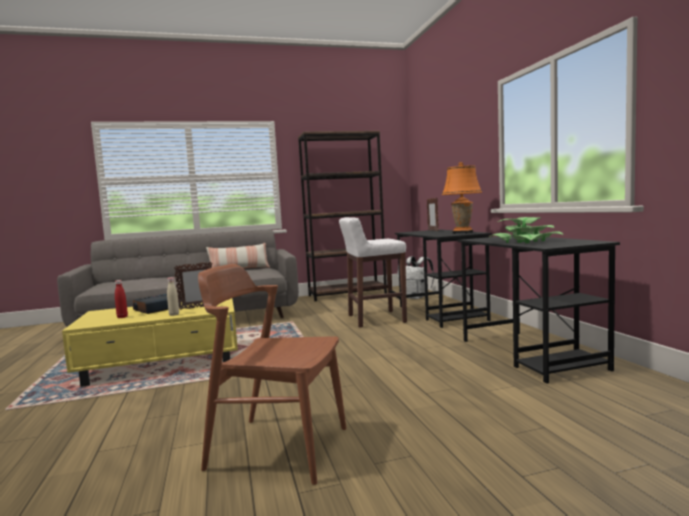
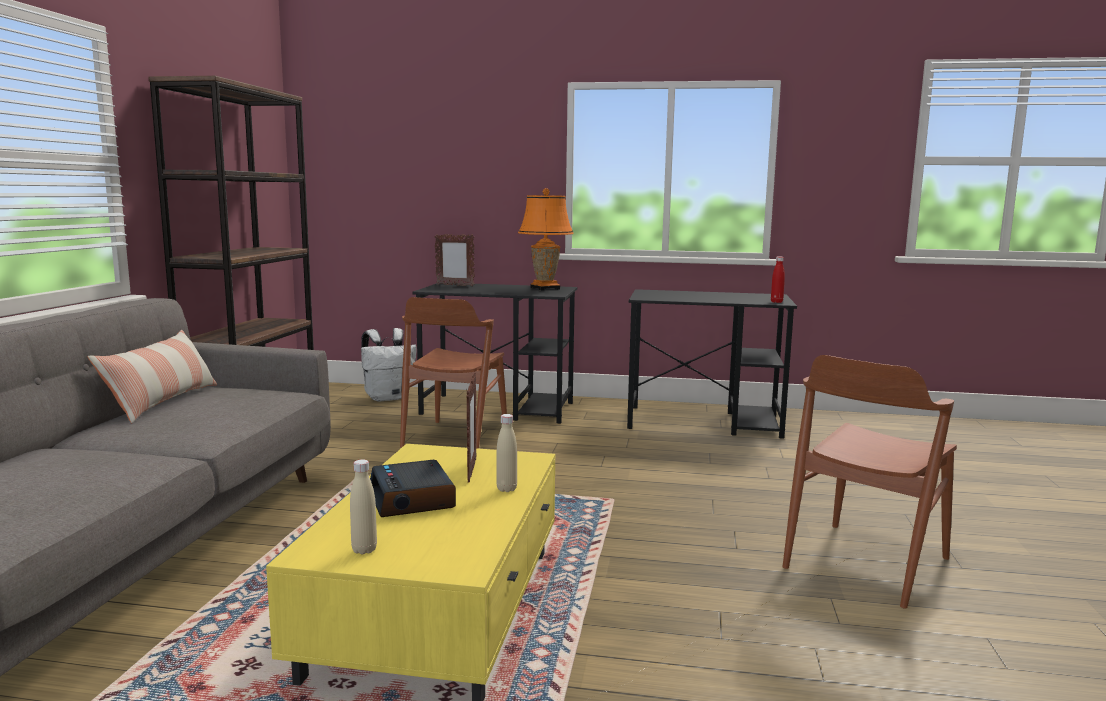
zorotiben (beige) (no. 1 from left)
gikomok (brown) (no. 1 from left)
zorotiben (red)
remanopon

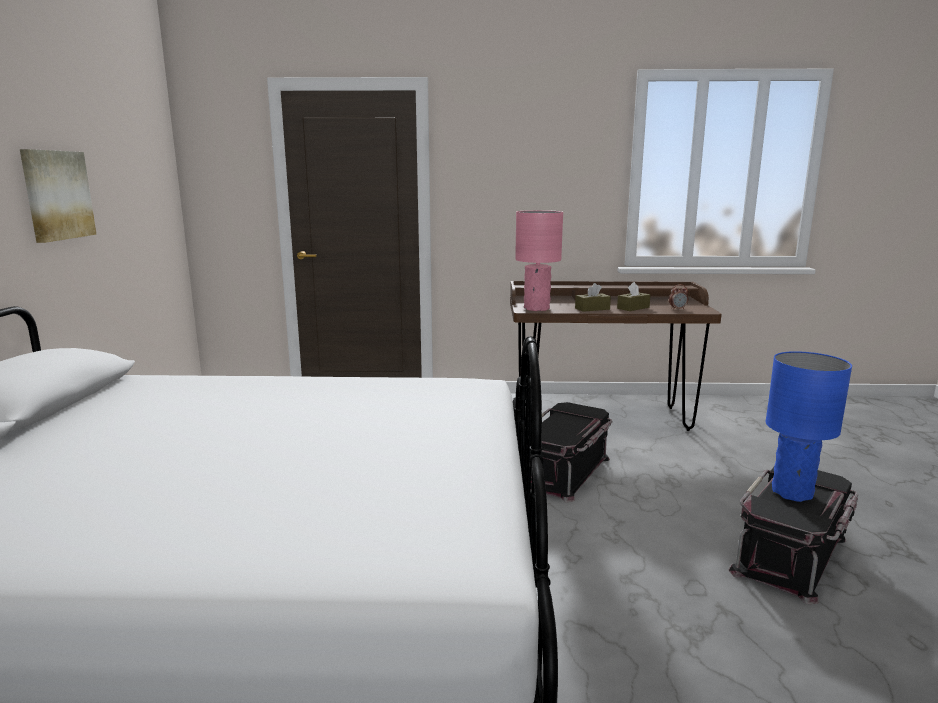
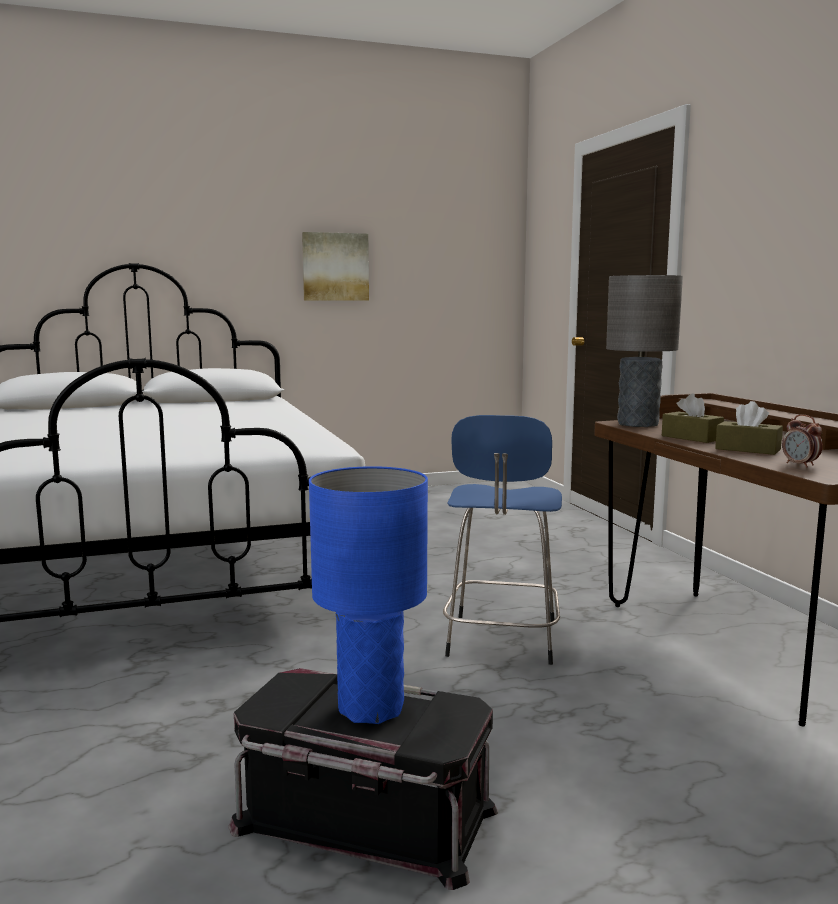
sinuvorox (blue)
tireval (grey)

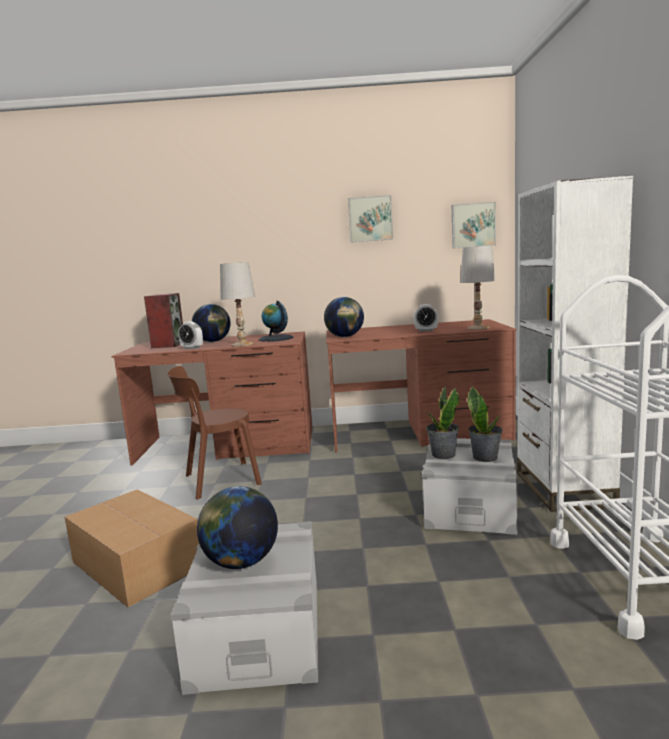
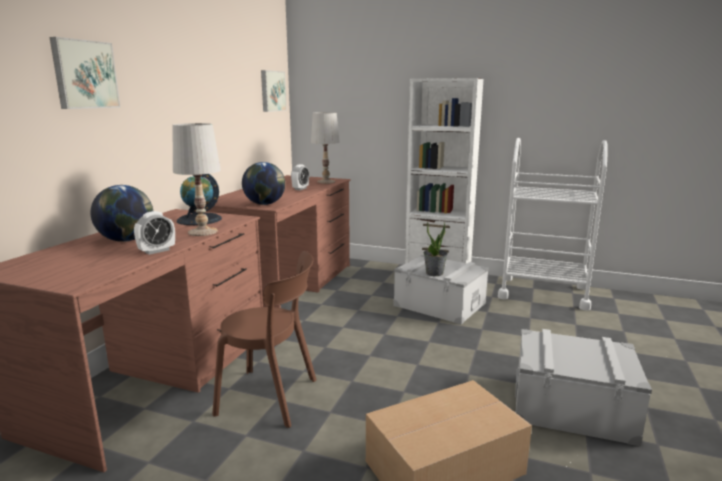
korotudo (no. 1 from left)
gikomok (brown)
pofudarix
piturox (no. 2 from left in the first image)
remanopon (no. 2 from left in the first image)

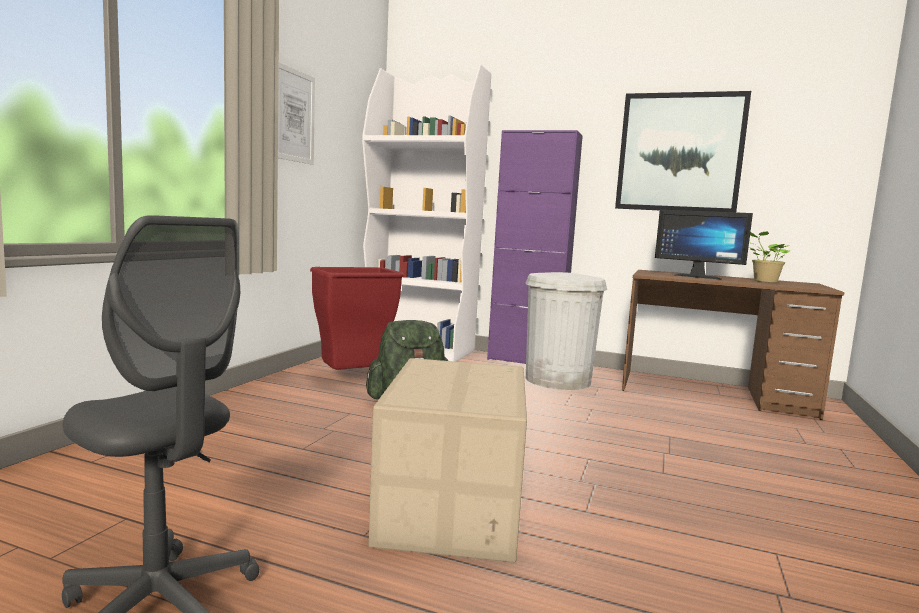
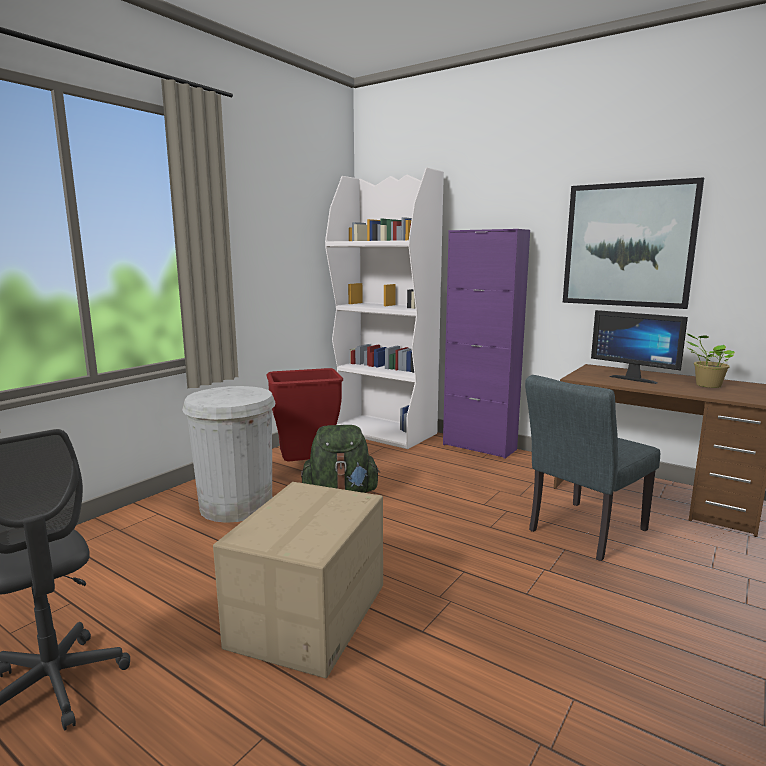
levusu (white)
gikomok (grey)
korotudo (no. 1 from left in the first image)

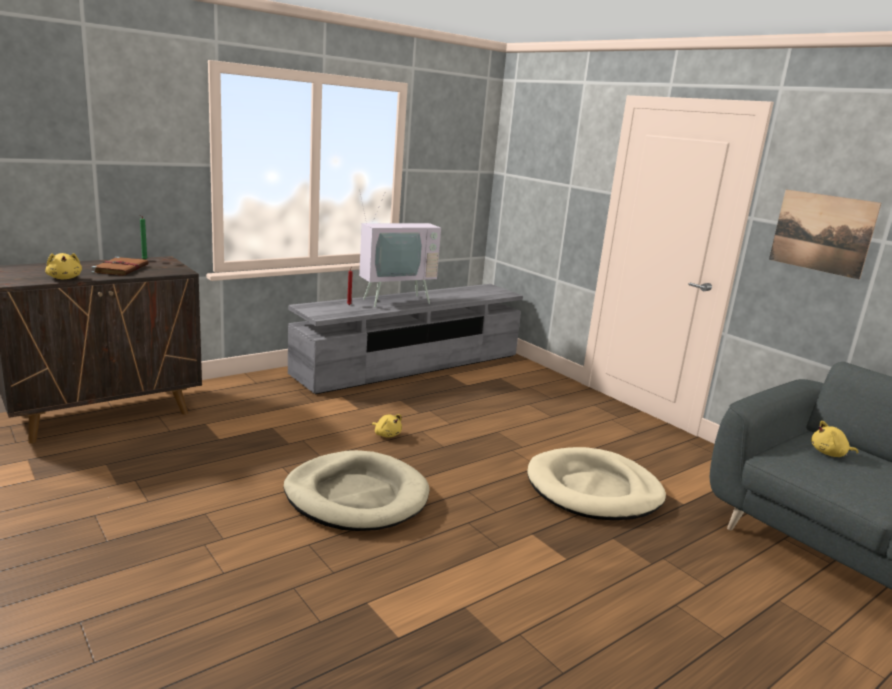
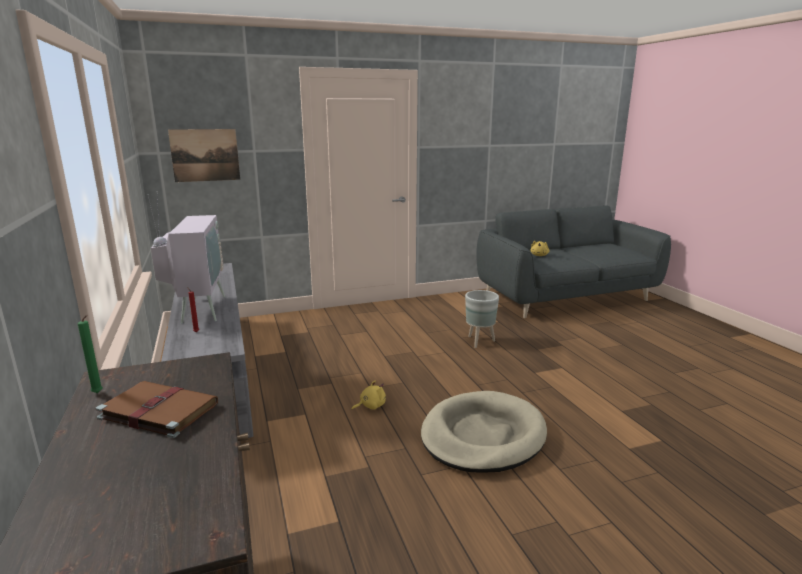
korotudo
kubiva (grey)
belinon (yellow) (no. 1 from left in the first image)

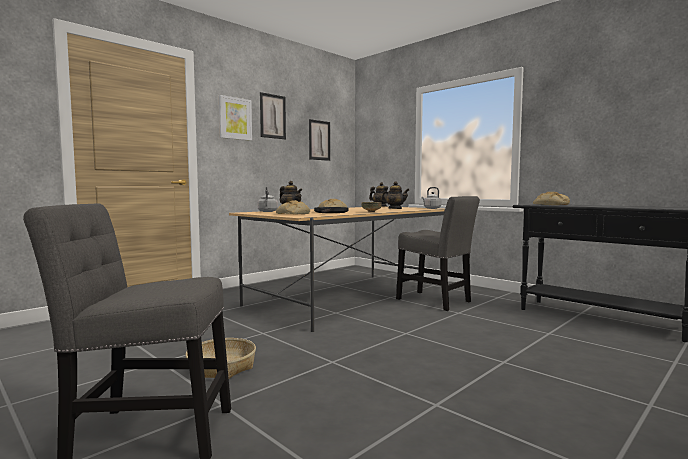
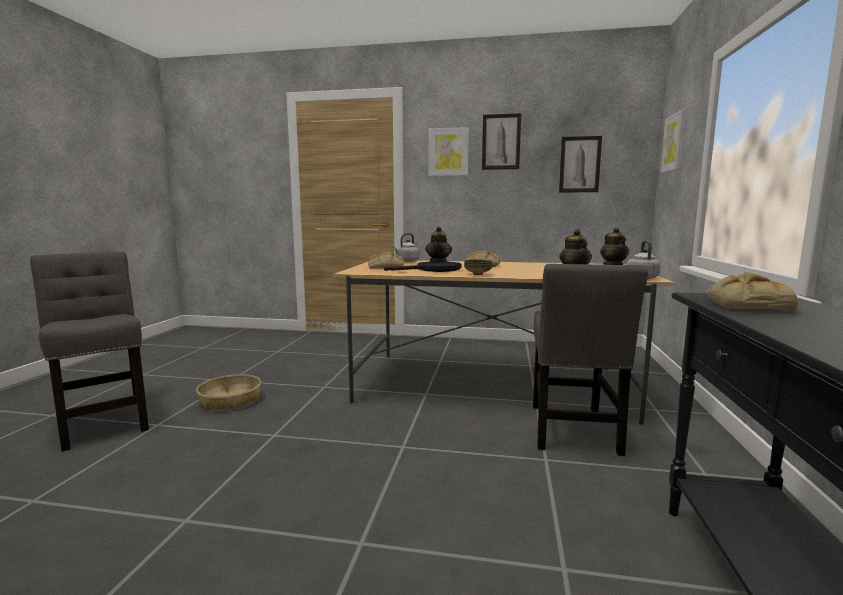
korotudo (no. 4 from left)

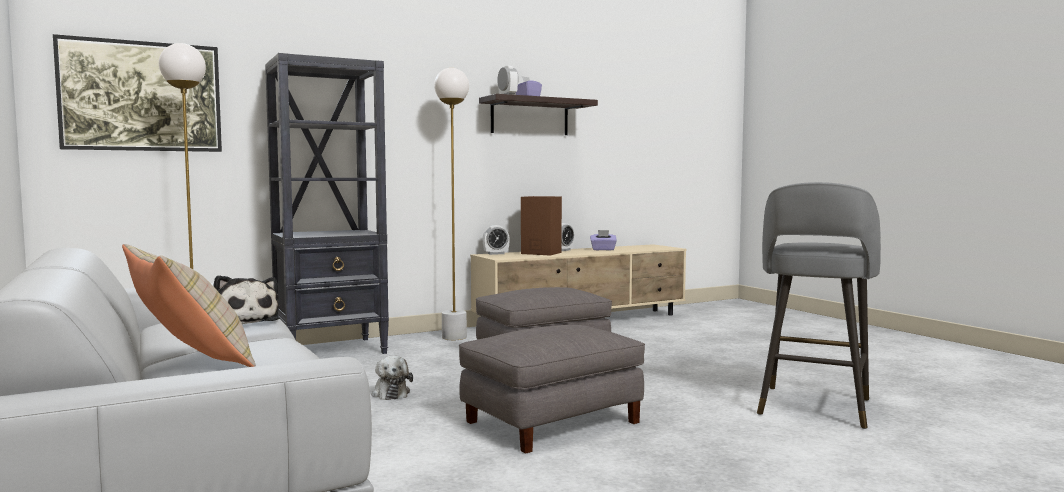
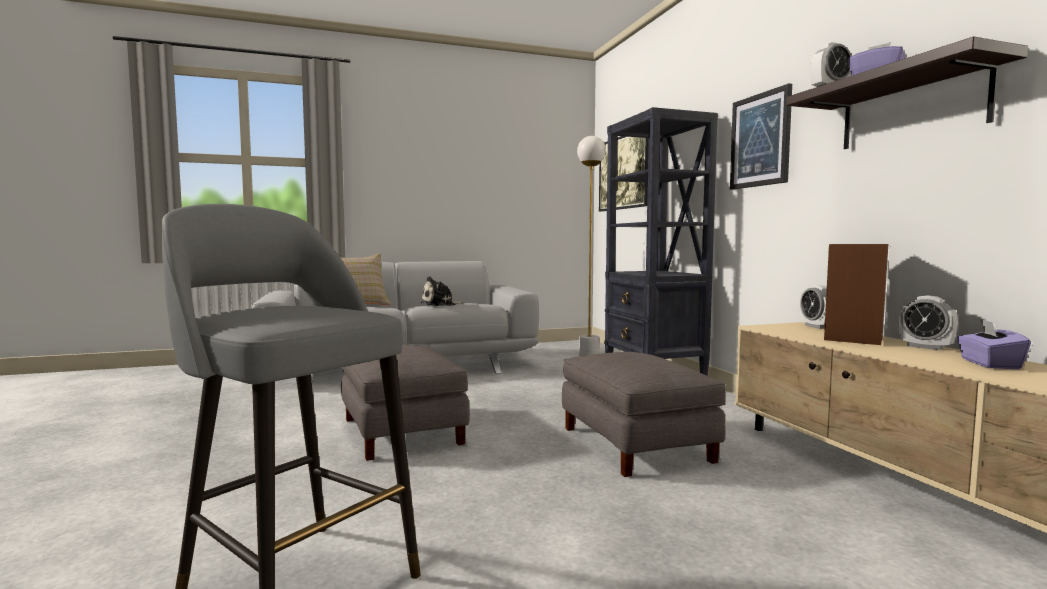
korotudo (no. 2 from left)
belinon (no. 2 from left in the first image)
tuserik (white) (no. 2 from left in the first image)

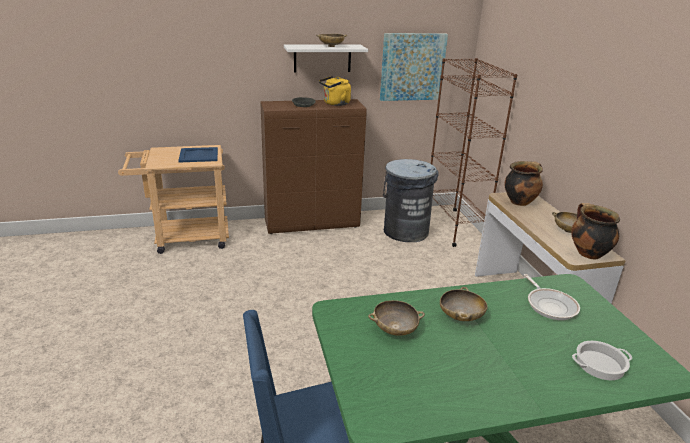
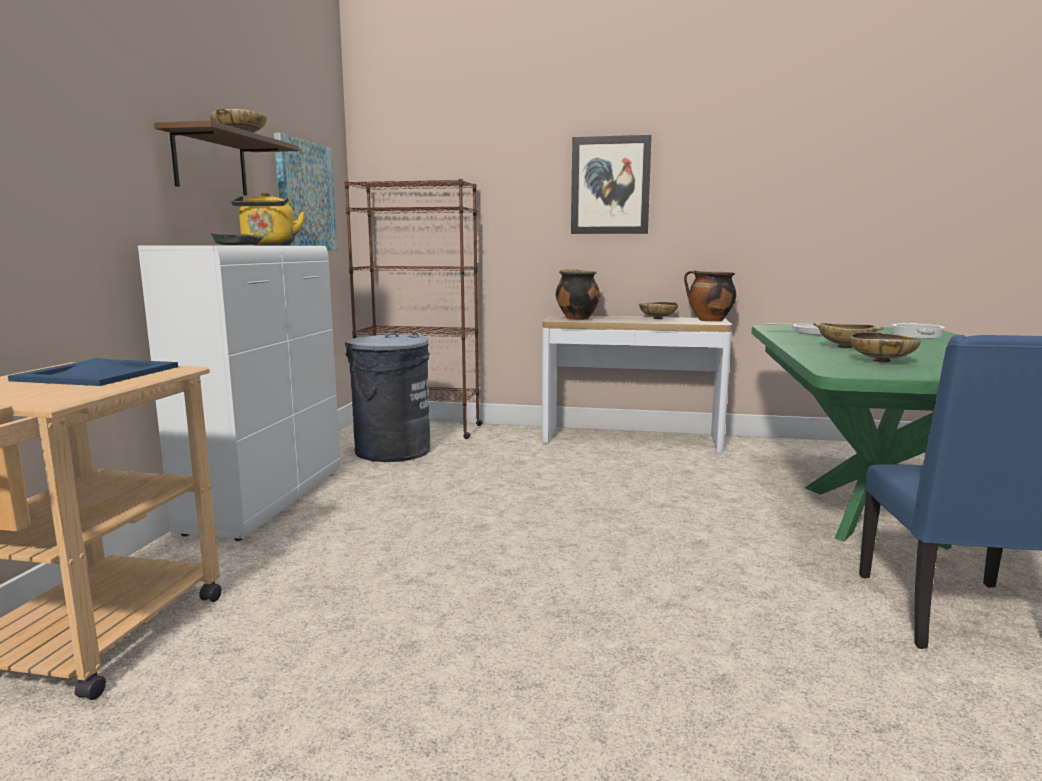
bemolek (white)
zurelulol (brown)
korotudo (no. 2 from left)

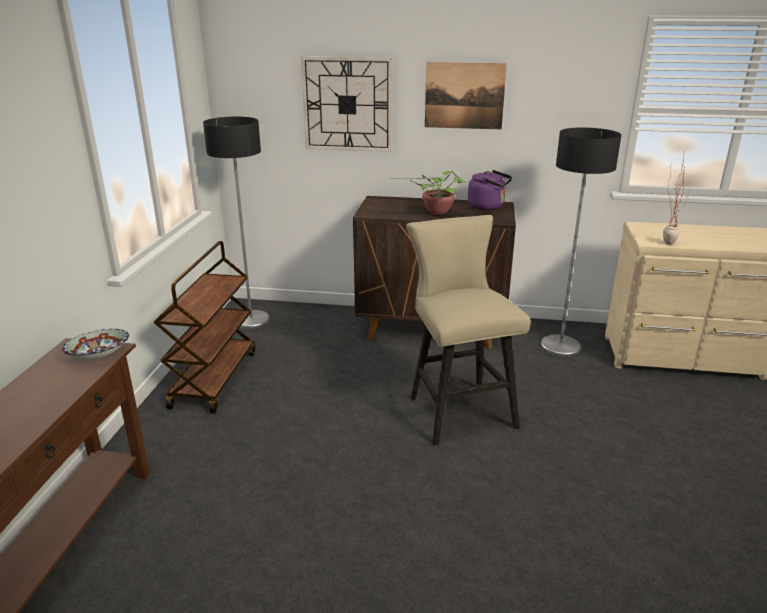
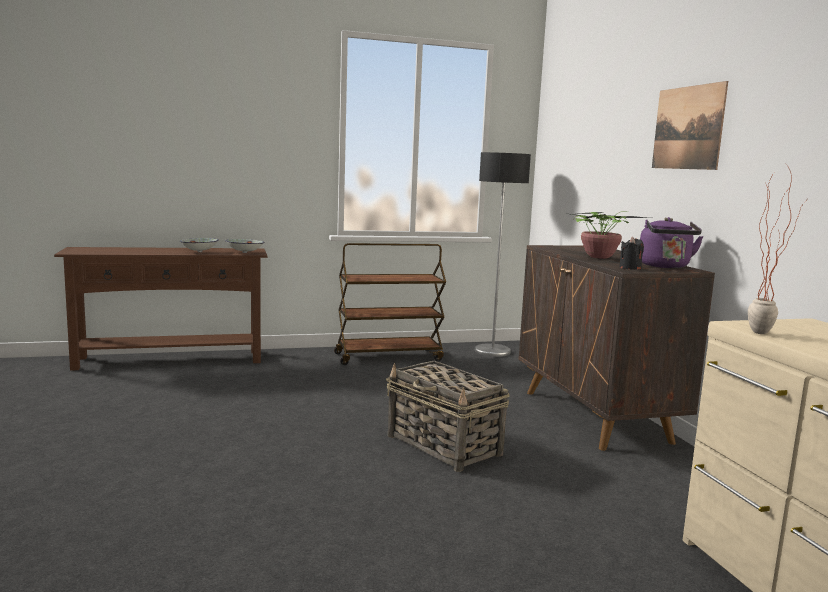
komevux (no. 1 from left)
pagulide
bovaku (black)
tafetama
tuserik (no. 2 from left in the first image)

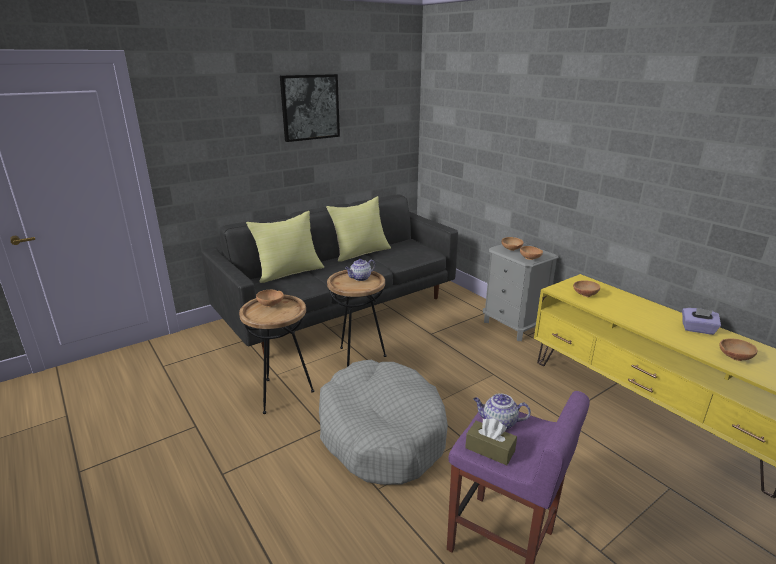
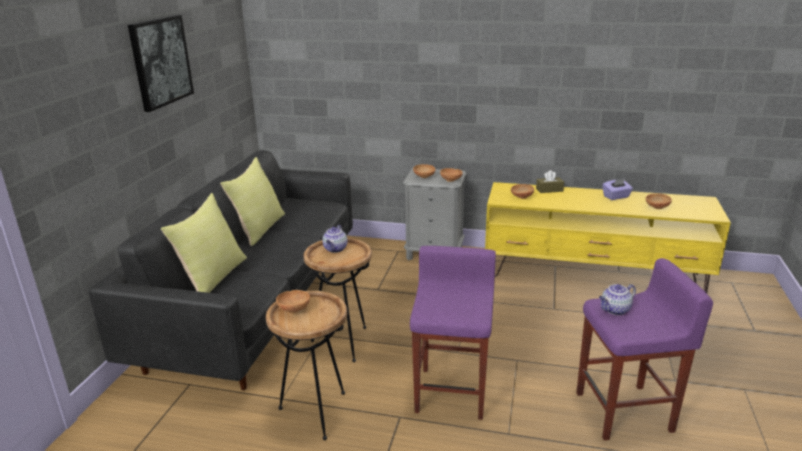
sinuvorox (purple) (no. 1 from left)
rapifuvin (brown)

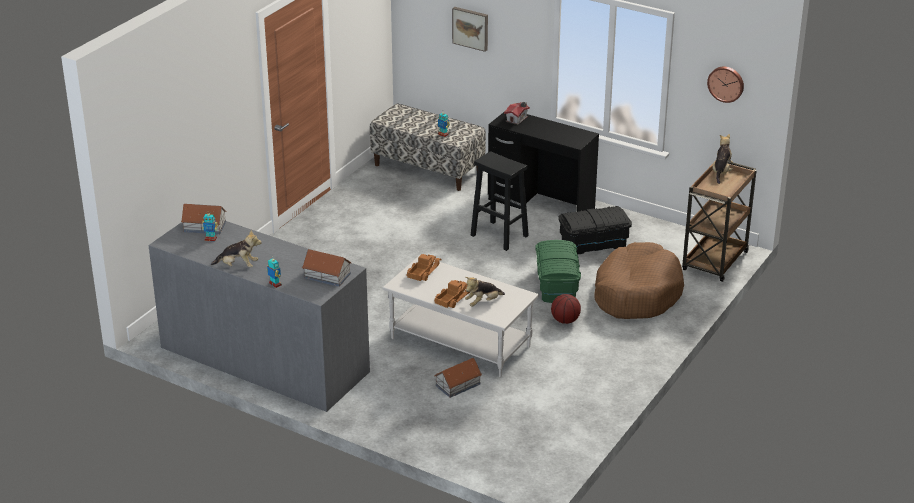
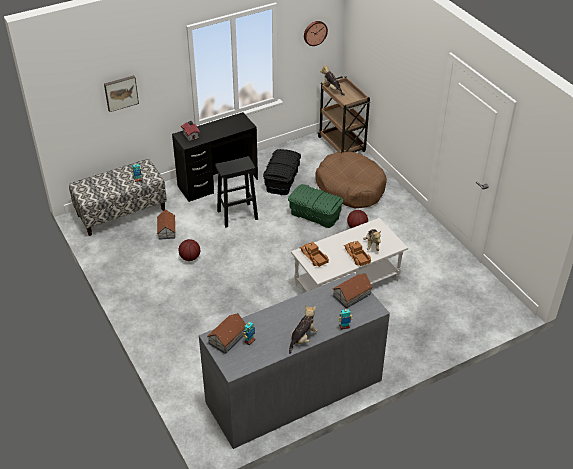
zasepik (no. 1 from left)
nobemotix (no. 1 from left)

